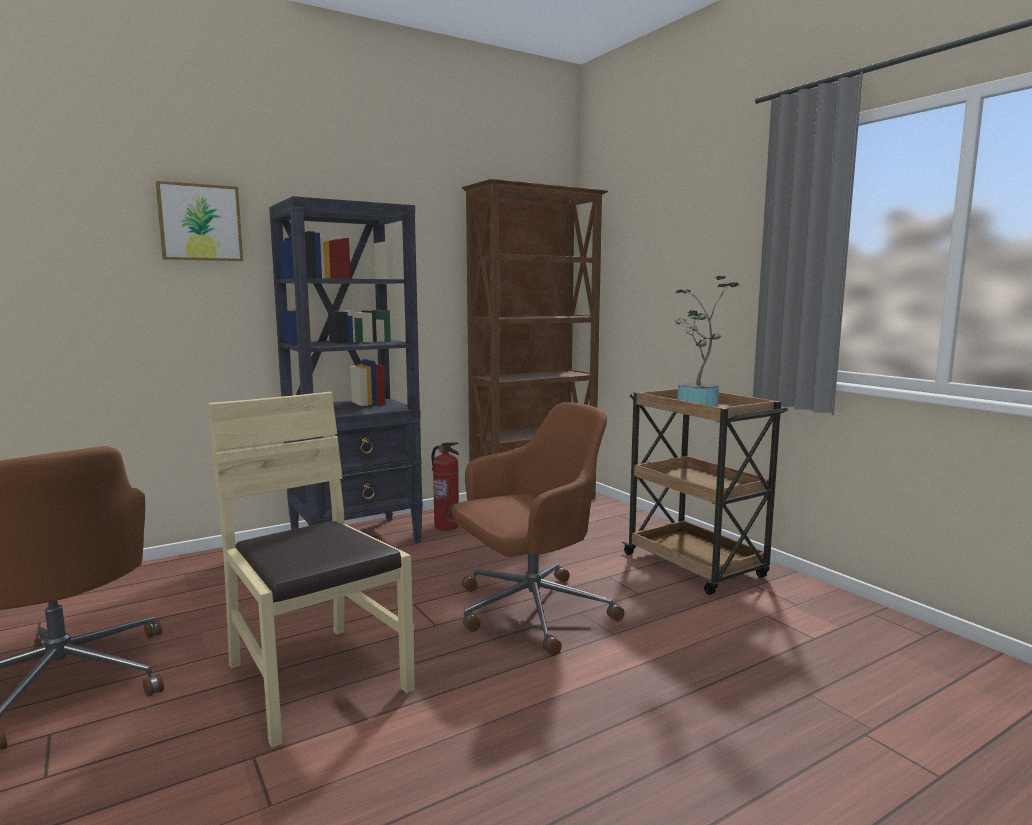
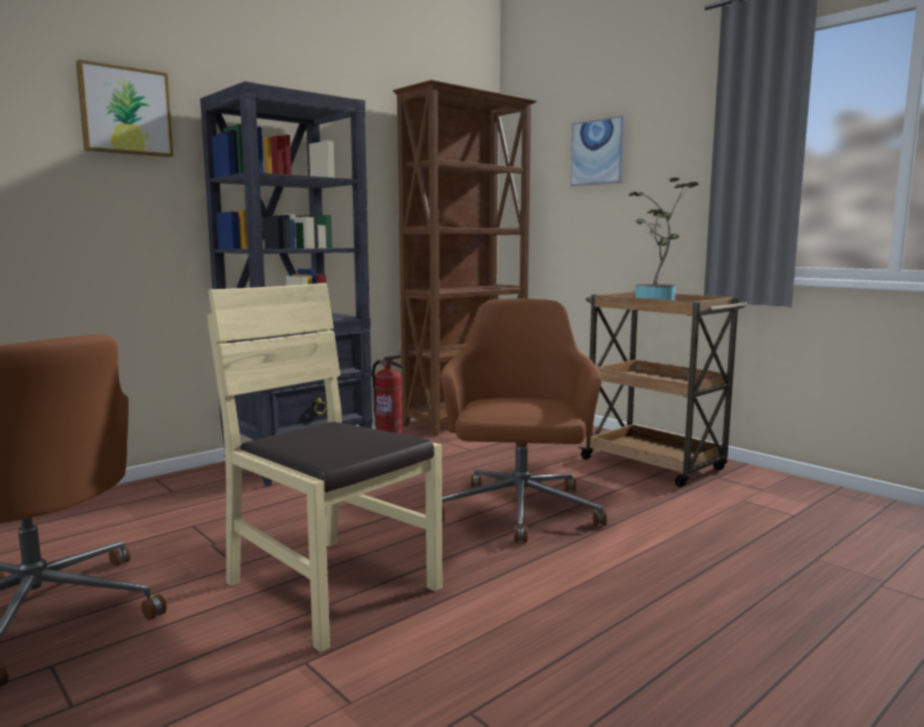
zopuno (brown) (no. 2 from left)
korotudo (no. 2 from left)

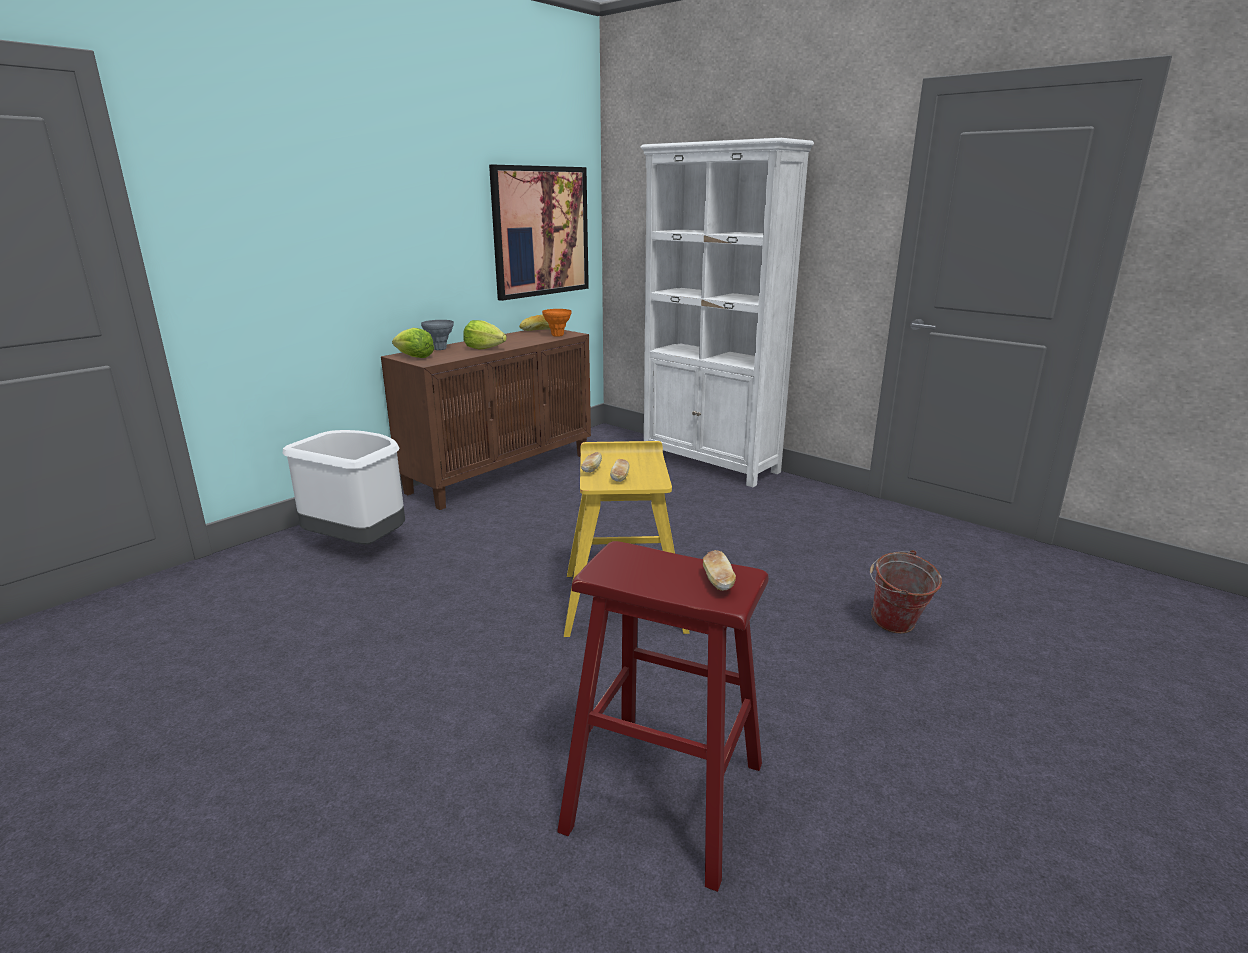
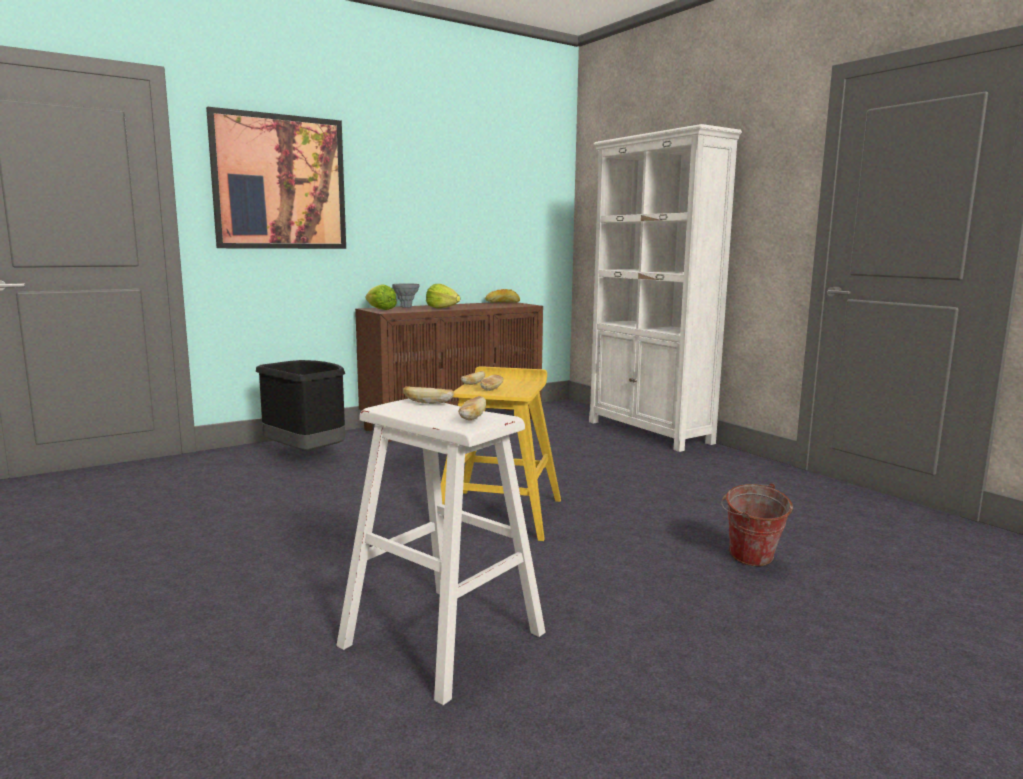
korotudo
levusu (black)
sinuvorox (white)
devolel (no. 1 from left)
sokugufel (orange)

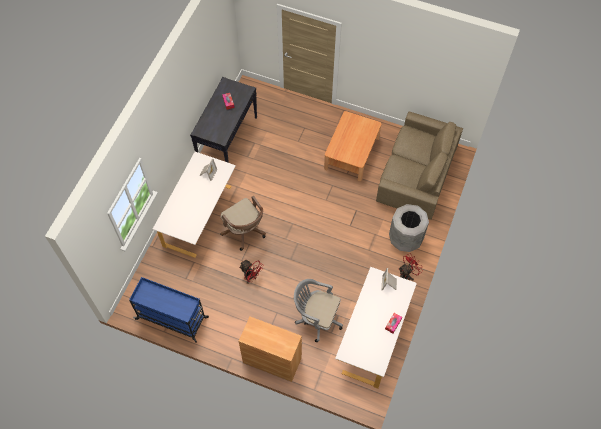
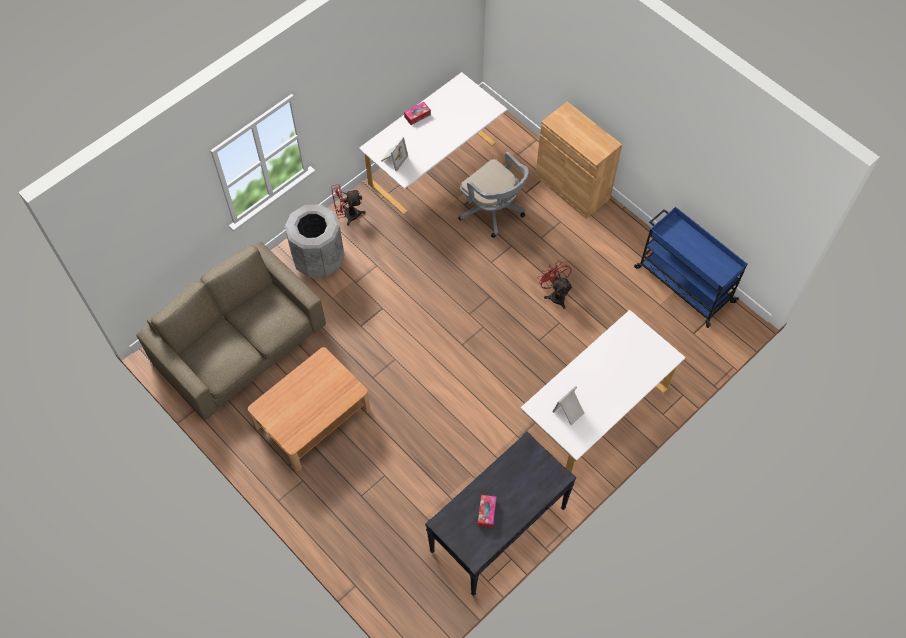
zopuno (brown)

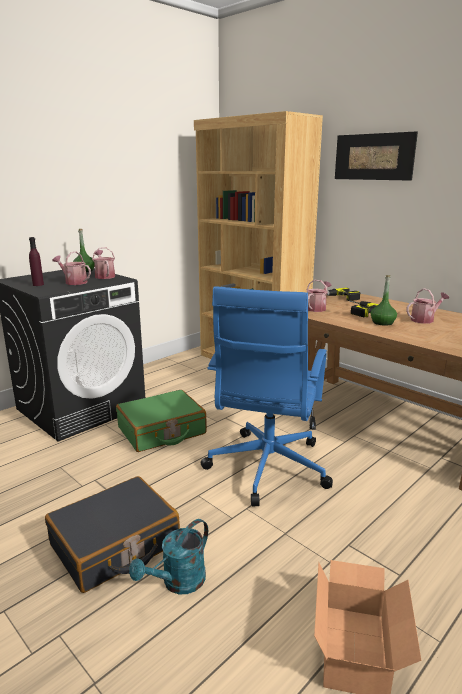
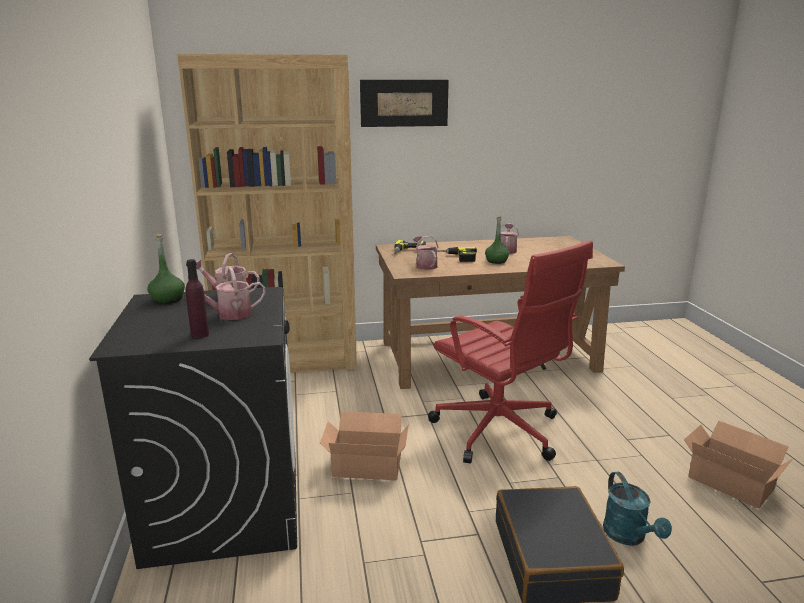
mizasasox (no. 1 from left)
zopuno (red)

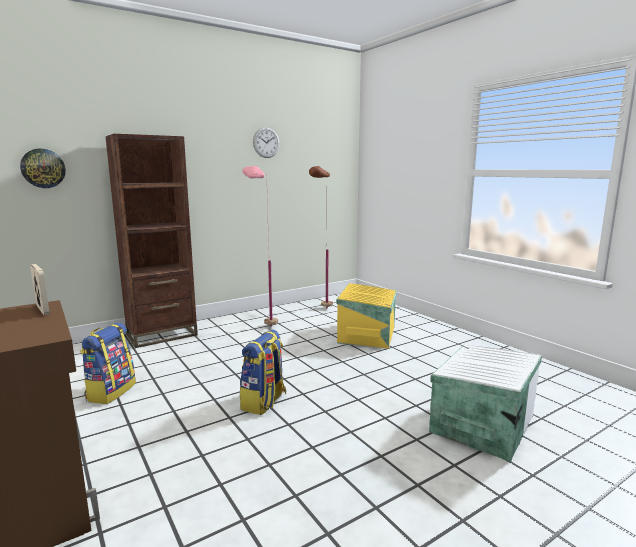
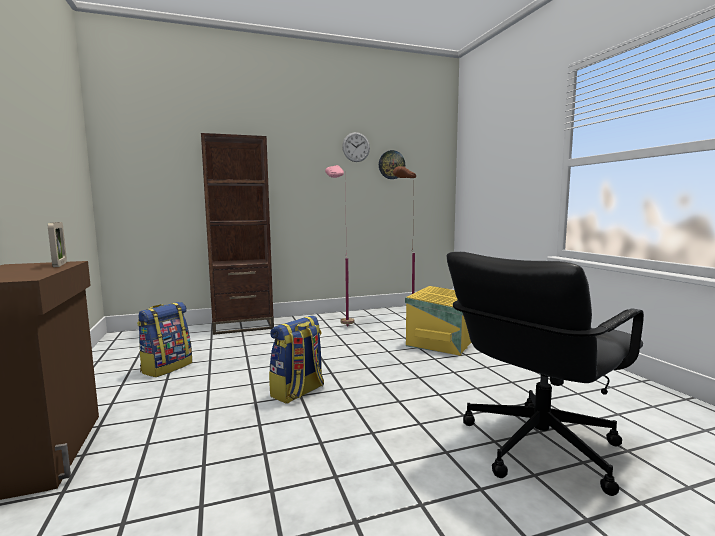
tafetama (no. 2 from left)
zopuno (black)

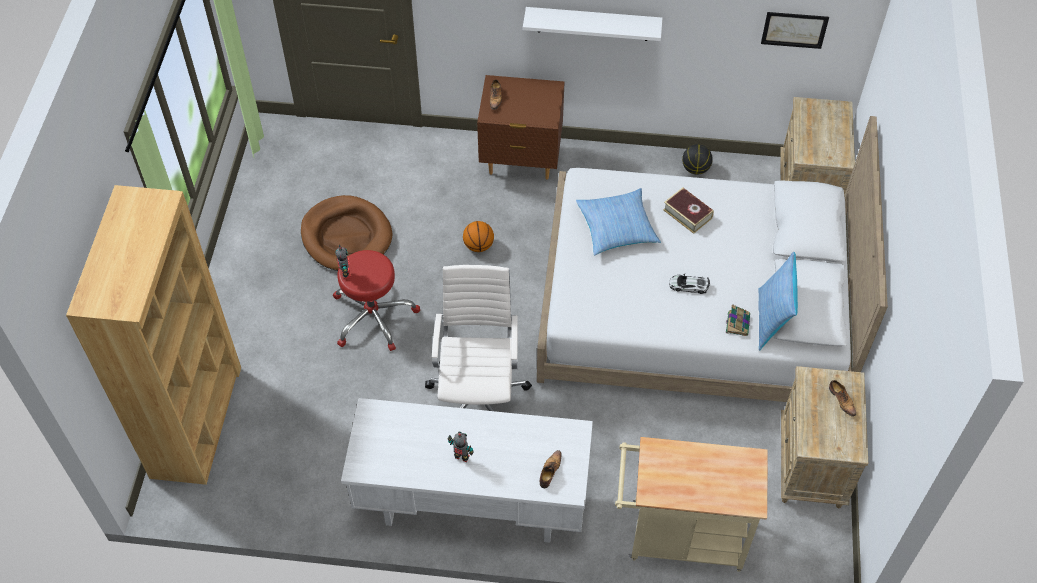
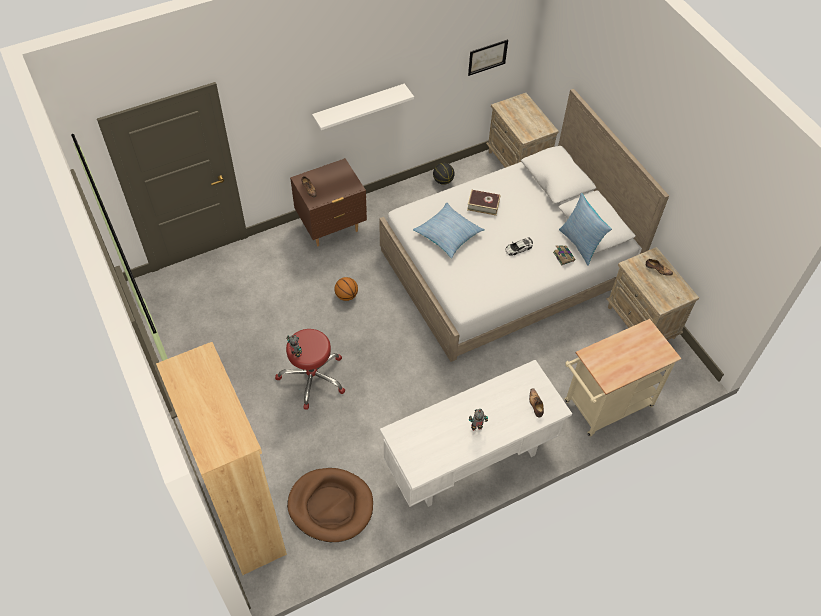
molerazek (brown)
zopuno (white)

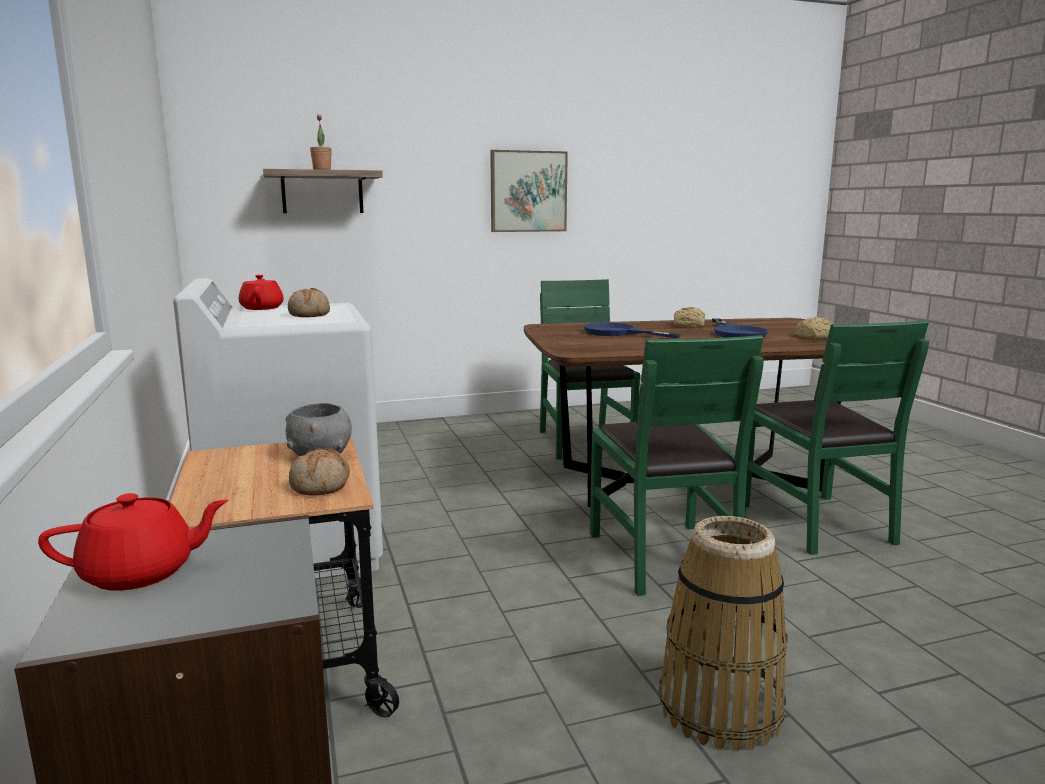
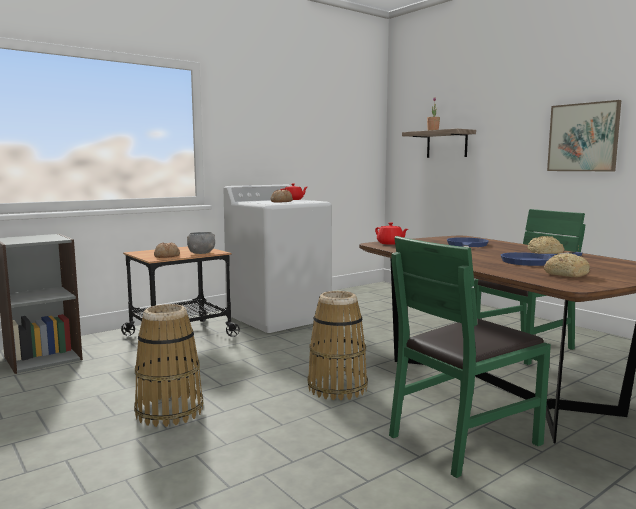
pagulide (no. 2 from left)
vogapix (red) (no. 2 from left)

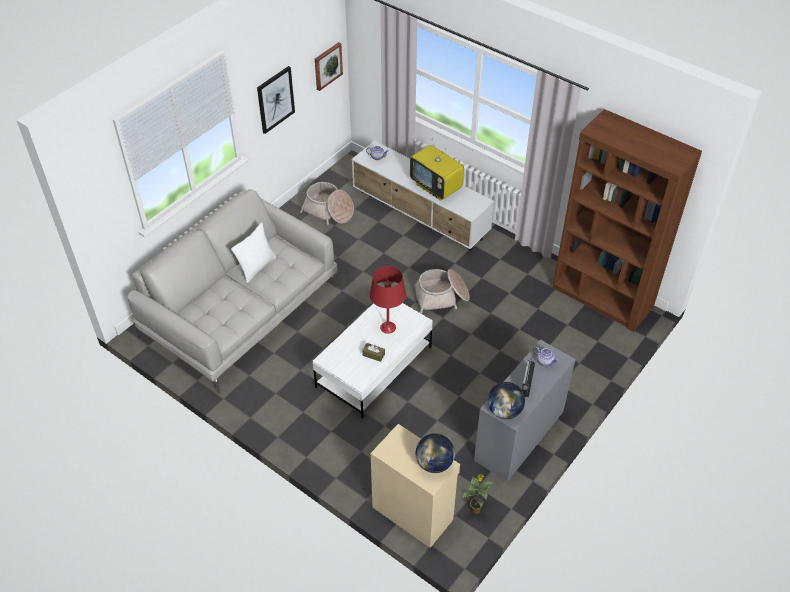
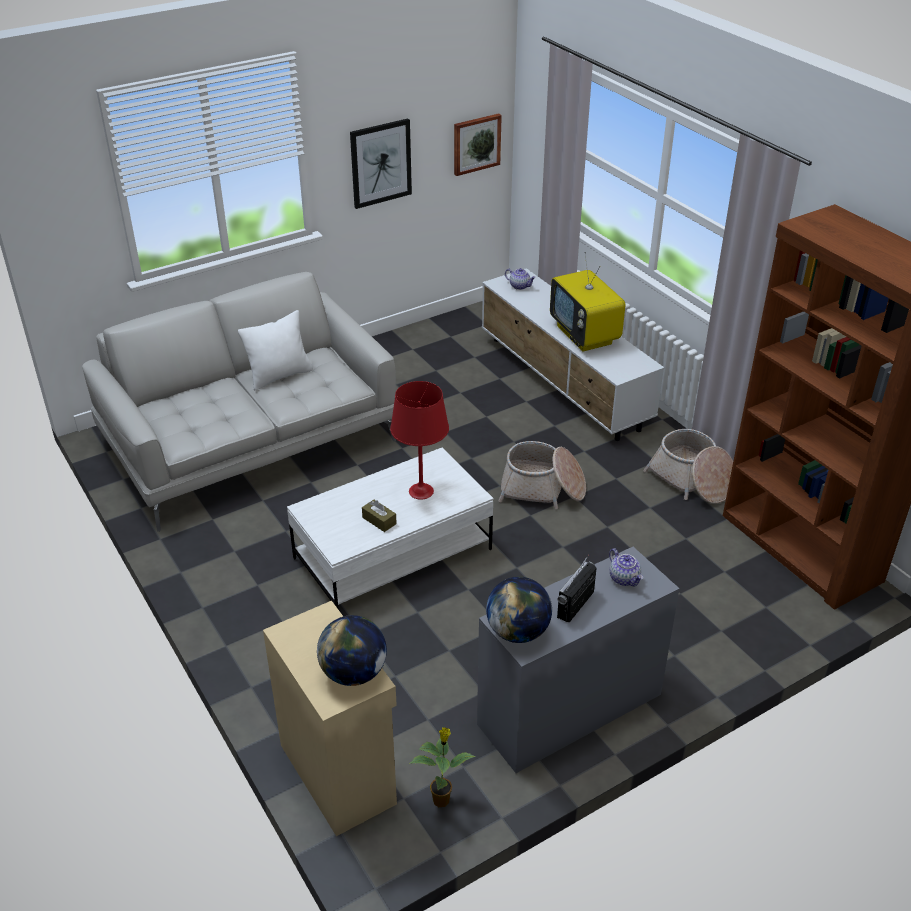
pagulide (no. 2 from left)

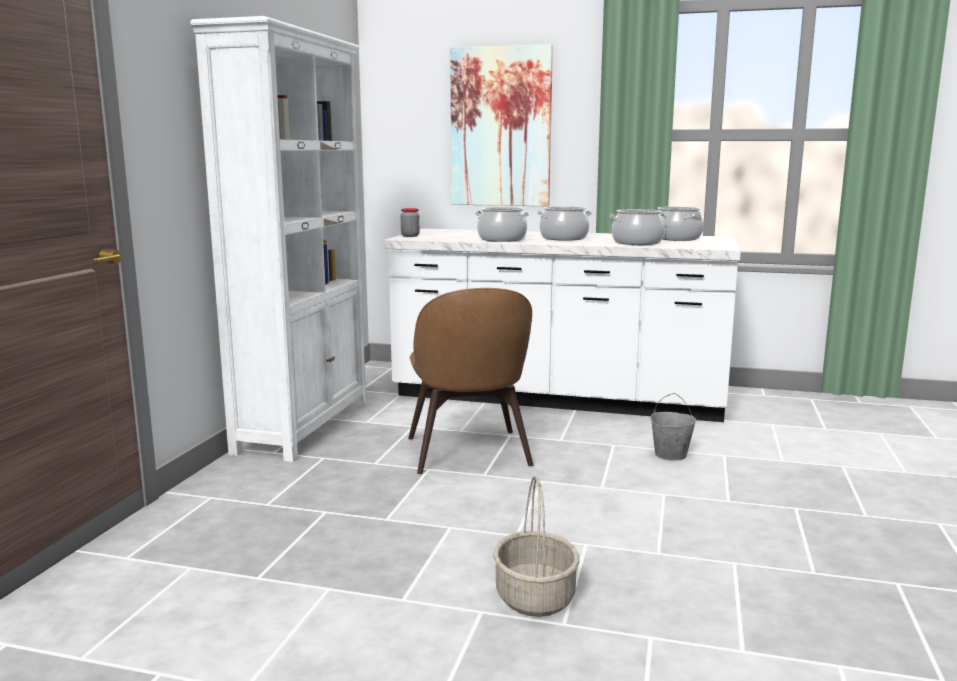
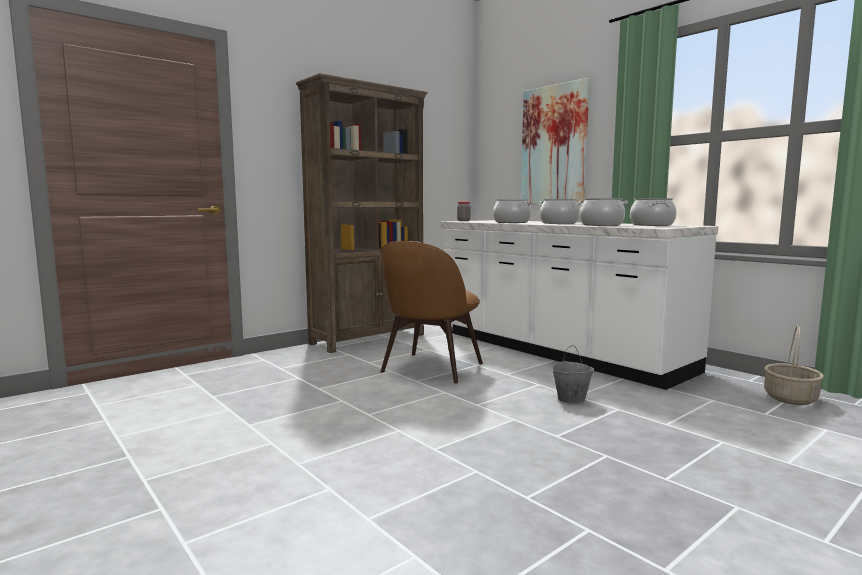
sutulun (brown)
pagulide

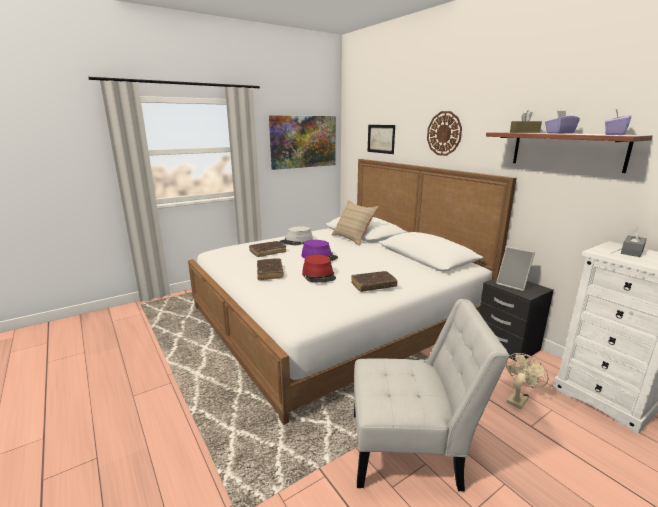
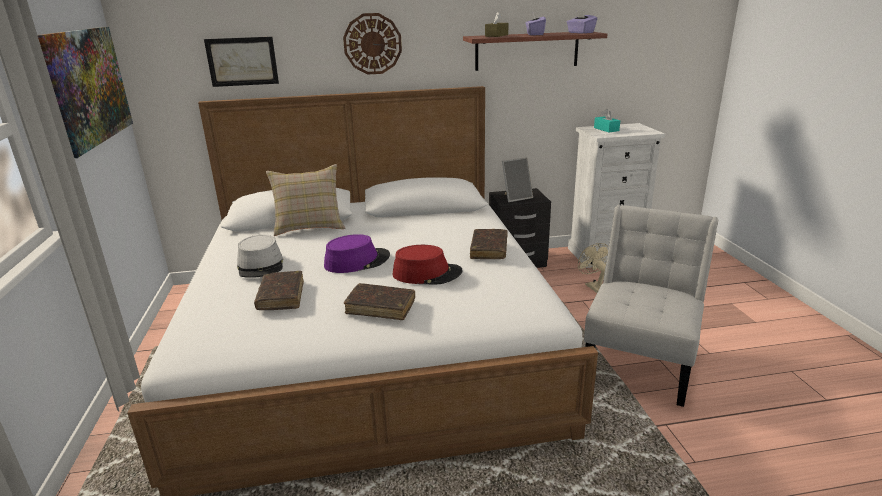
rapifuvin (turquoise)

